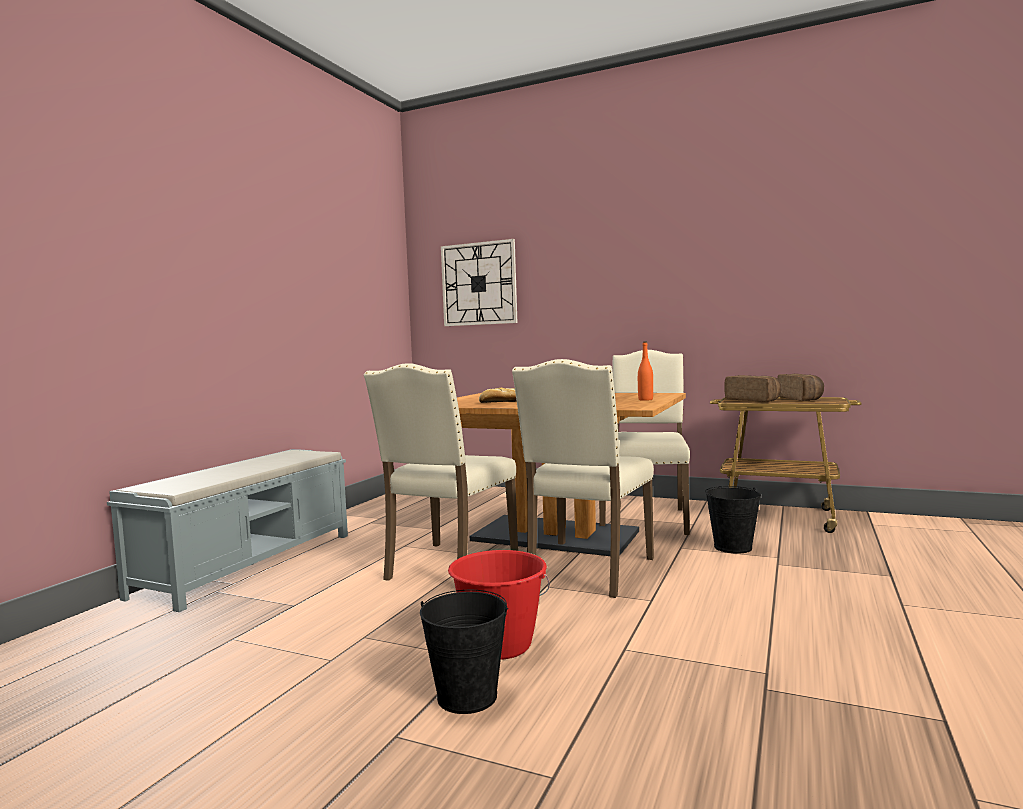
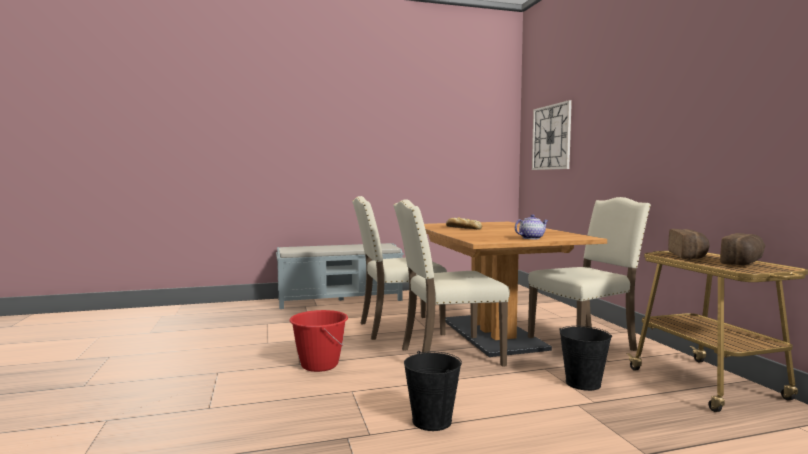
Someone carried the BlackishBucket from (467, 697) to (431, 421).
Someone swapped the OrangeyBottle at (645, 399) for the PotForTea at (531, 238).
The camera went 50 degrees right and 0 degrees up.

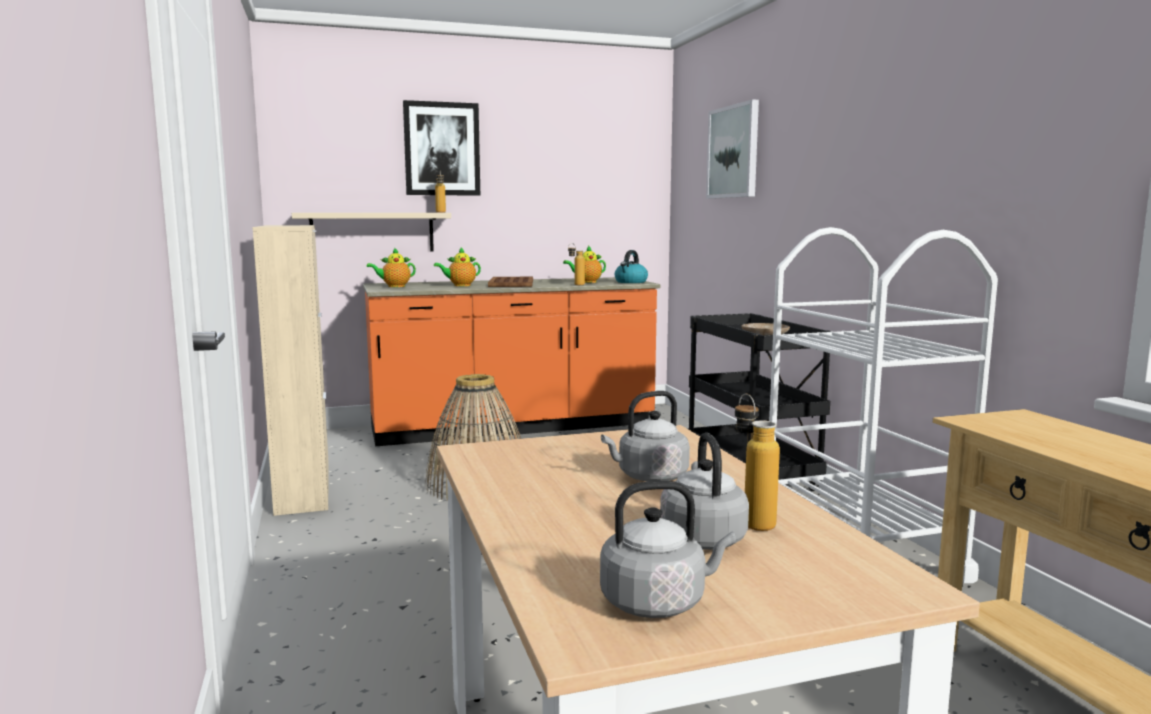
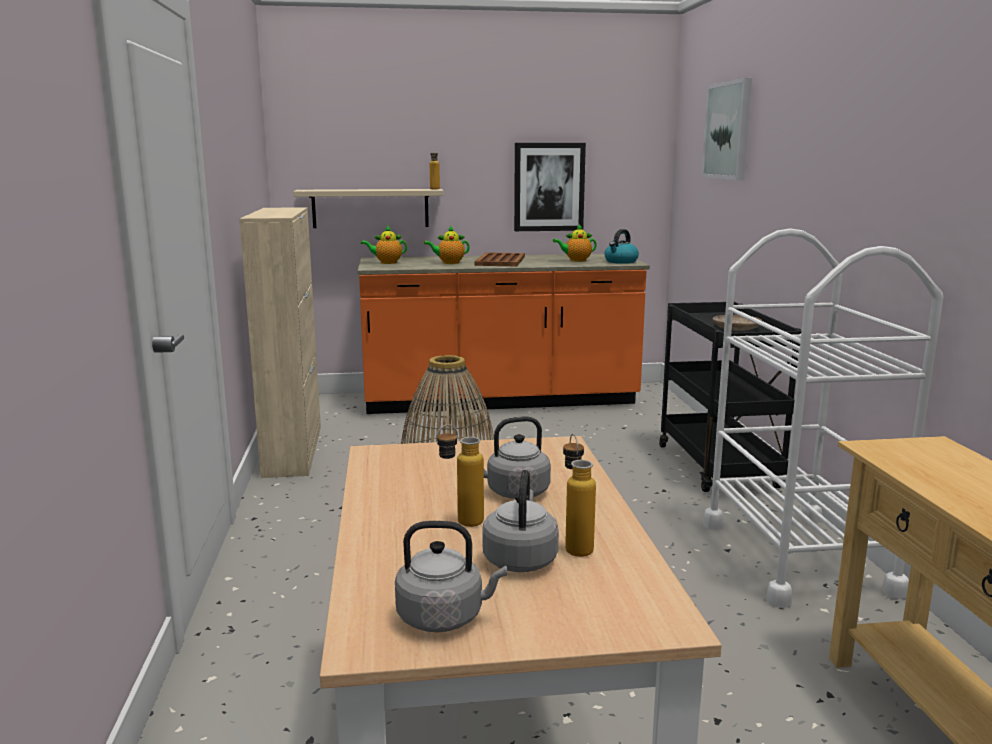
Someone carried the WallArt from (442, 149) to (549, 187).
Someone carried the Bottle from (576, 285) to (460, 524).
The camera went 10 degrees right and 5 degrees up.

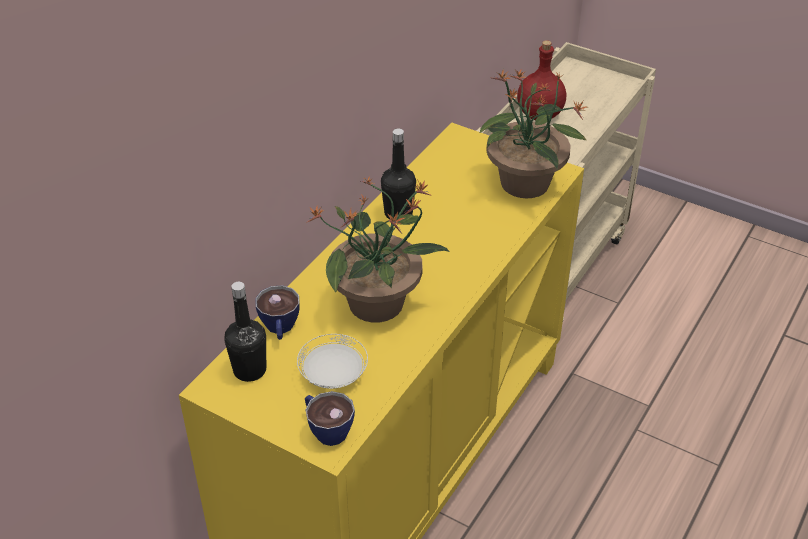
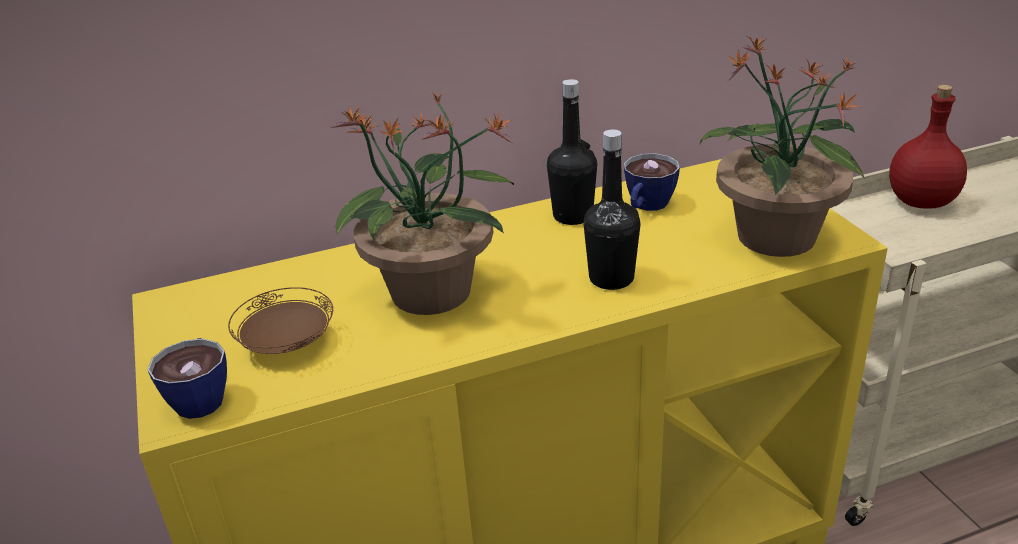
Someone carried the BlackishBottle from (250, 370) to (611, 278).
Someone carried the DrinkingCup from (280, 329) to (646, 206).
Someone repainted the WhiteColouredPlate at (333, 375), which became the BrownPlate at (286, 344).
The camera went 40 degrees right and 10 degrees down.

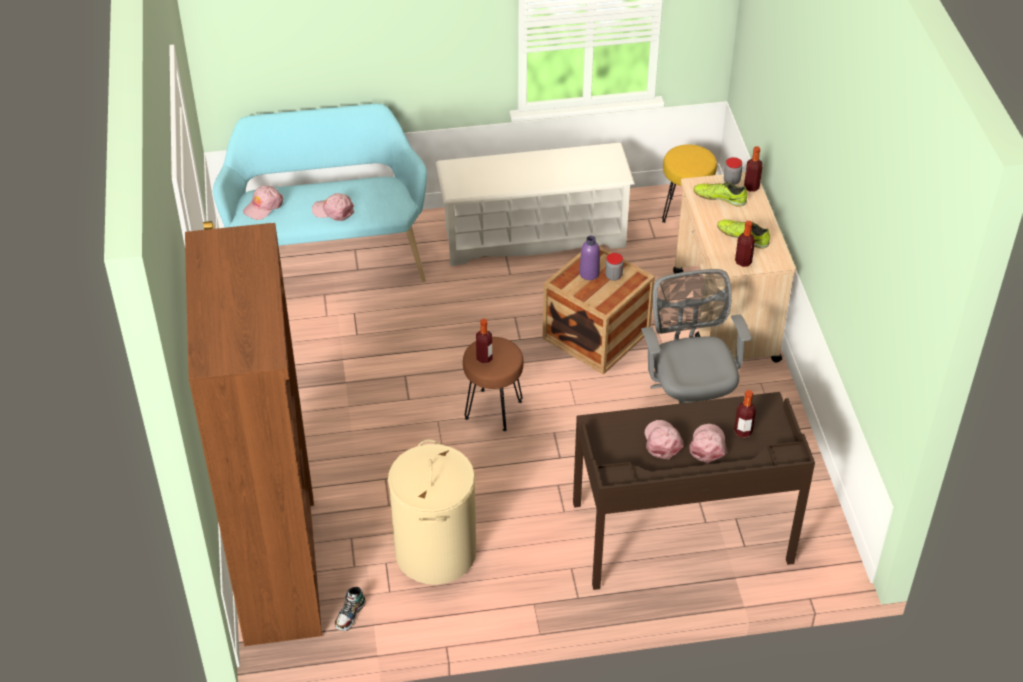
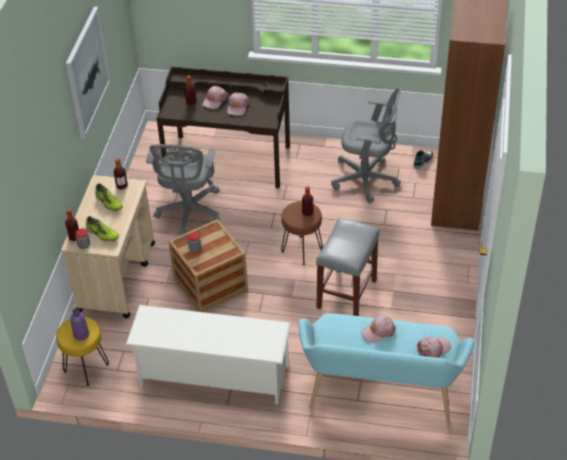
Someone rotated the PinkColouredBaseballCap at (333, 211) by 120 degrees clockwise.
Someone swapped the BeigeColouredLaundryBasket at (435, 552) for the GrayOfficeChair at (367, 180).
Someone carried the PurplishBottle from (589, 273) to (81, 334).
Someone put up the WallArt at (87, 72).
Someone put down the GrayStool at (347, 295).
The camera went 160 degrees left and 0 degrees up.

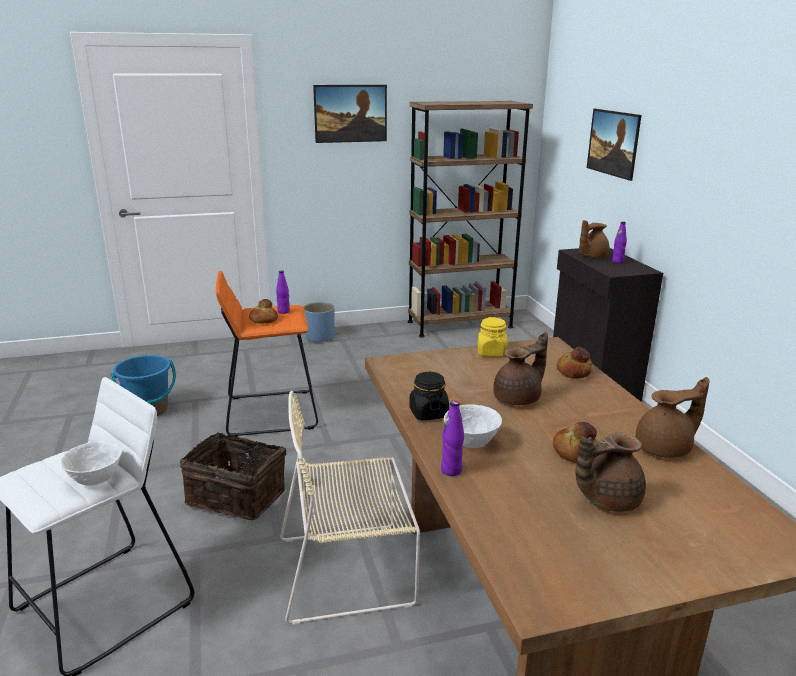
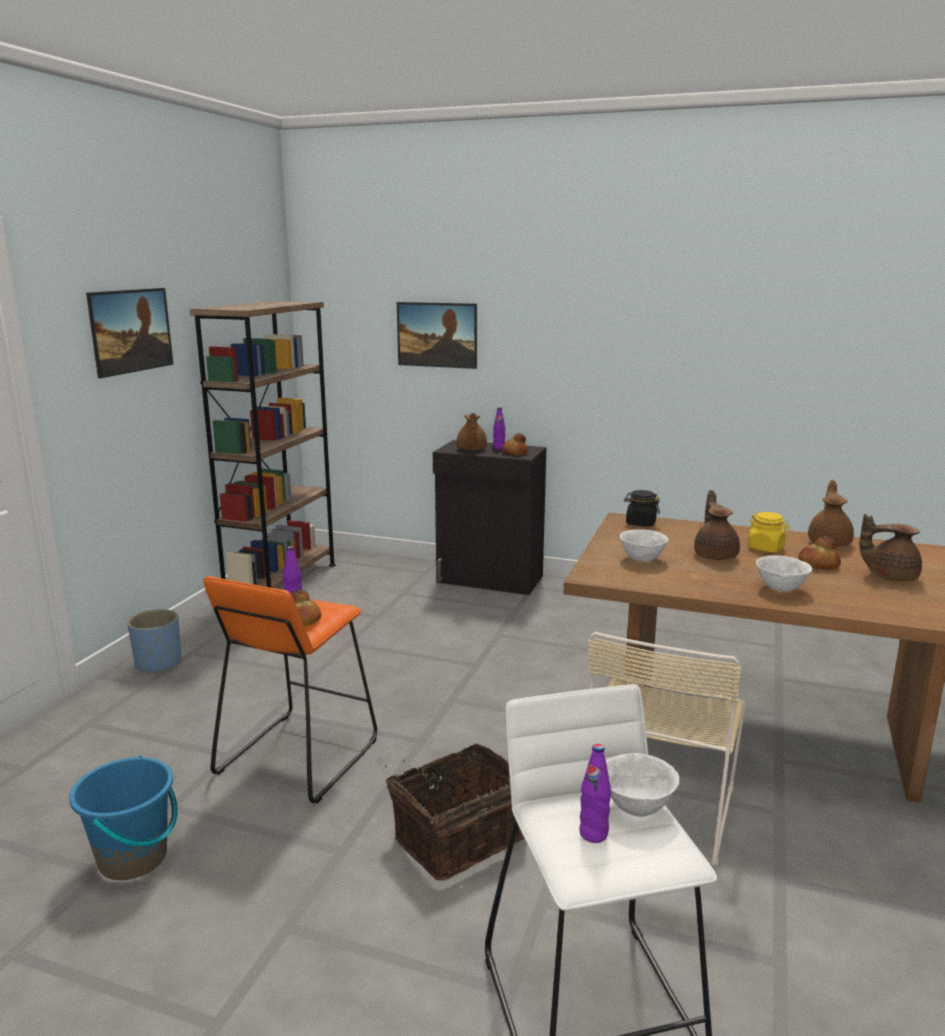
Someone carried the BlackishStorageJar from (428, 413) to (640, 523).
Someone carried the PurplishBottle from (451, 470) to (593, 834).
Someone carried the YellowishStorageJar from (491, 352) to (766, 548).
Someone carried the BakedBread from (574, 371) to (515, 453).
Someone rotated the BrownPotForTea at (606, 499) by 90 degrees clockwise.
Someone put down the WhiteColouredServingBowl at (642, 559).
The camera went 55 degrees left and 5 degrees down.

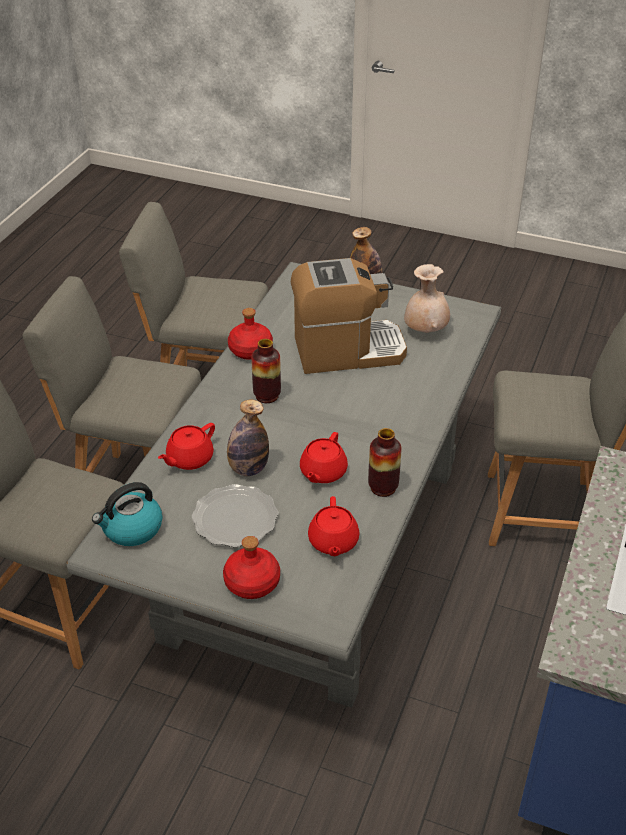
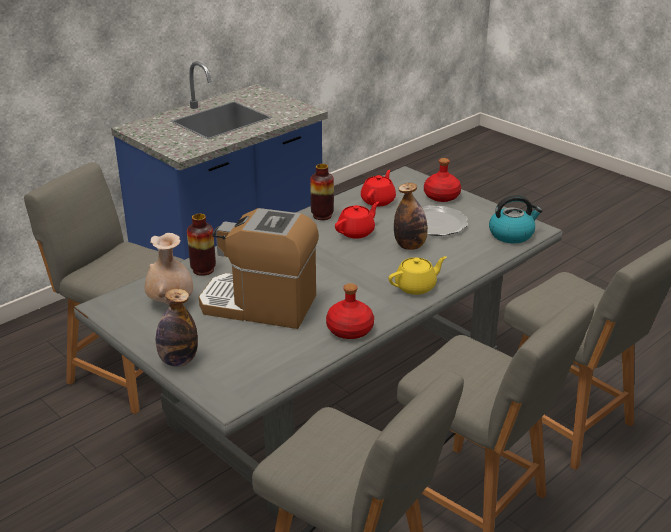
Someone took away the RedColouredPotForTea at (189, 459).
Someone carried the FlowerVase from (267, 396) to (203, 270).
Someone put down the YellowishPotForTea at (416, 287).
The camera went 155 degrees left and 10 degrees down.

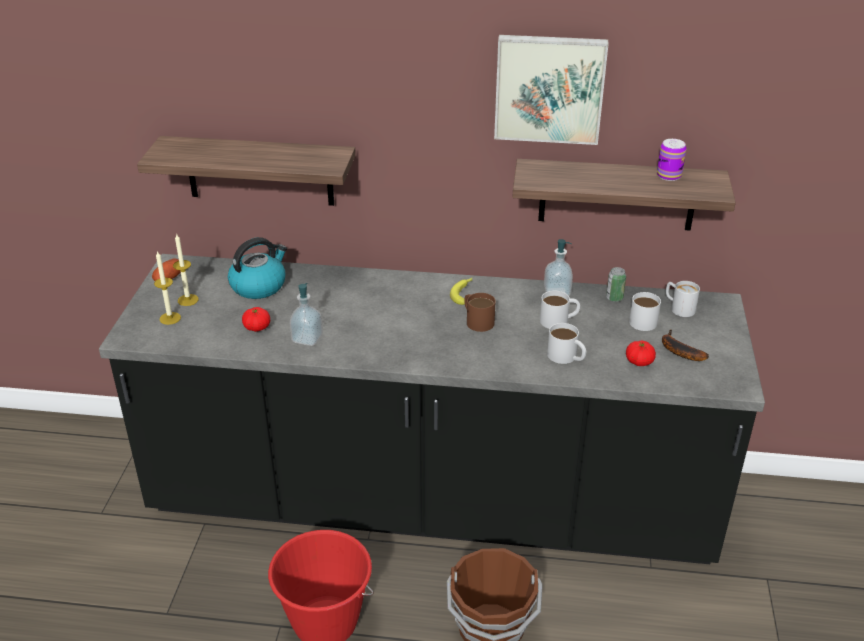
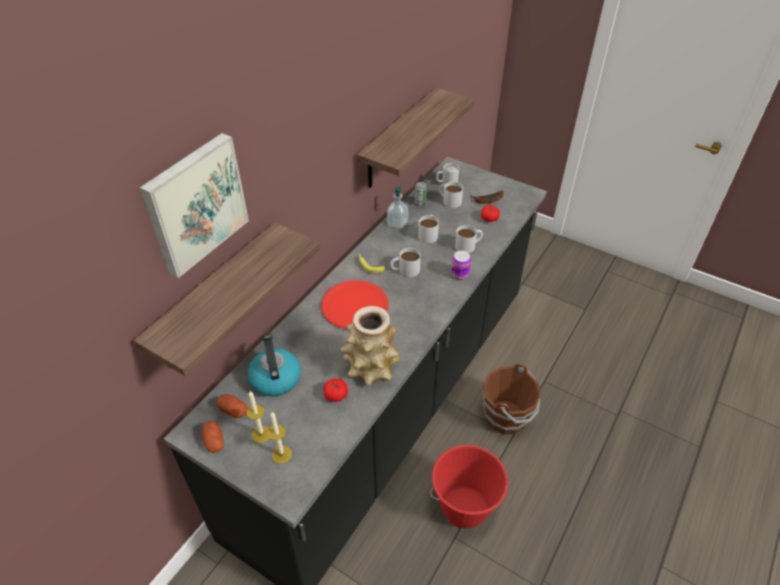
Someone swapped the LiquidSoapBottle at (307, 339) for the FlowerVase at (371, 367).
Someone repainted the BrownCoffeeMug at (477, 320), which became the WhiteColouredCoffeeMug at (405, 270).
Someone carried the WallArt from (549, 88) to (194, 203).
Someone carried the MetalCan from (669, 175) to (460, 274).
Someone put down the Spud at (233, 410).
Someone put down the RedColouredPlate at (355, 306).
The camera went 65 degrees left and 10 degrees up.

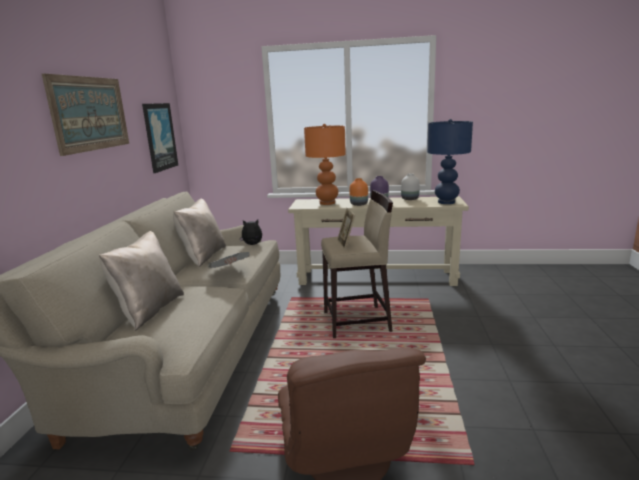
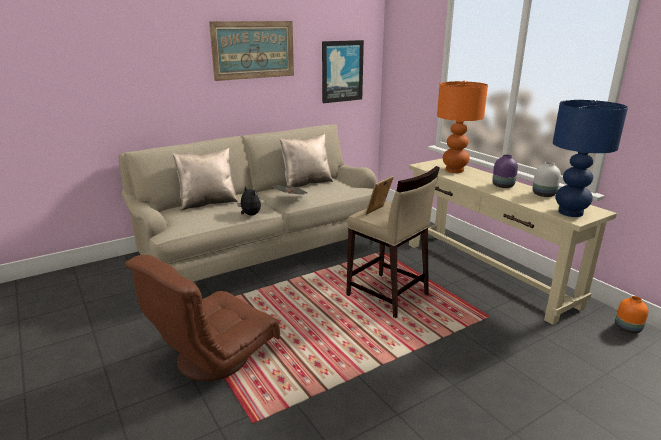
Someone carried the CuddlyToy from (252, 245) to (250, 215).
Someone carried the OrangeyFlowerVase from (358, 204) to (627, 328).
The camera went 50 degrees right and 5 degrees up.

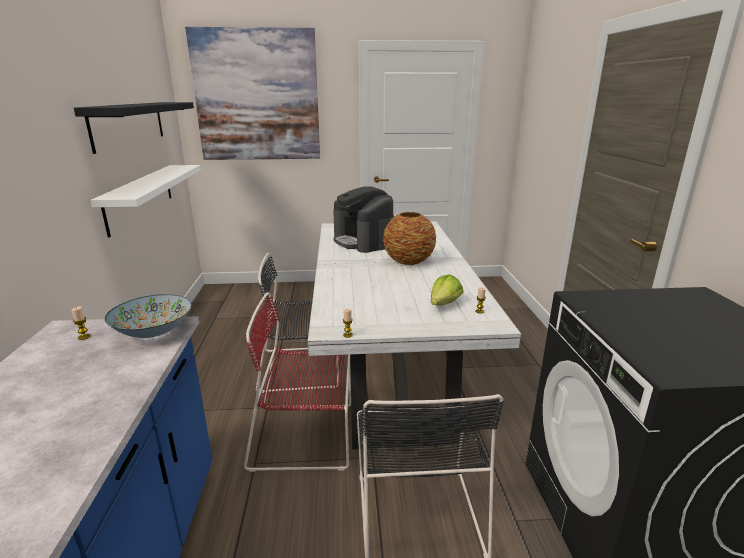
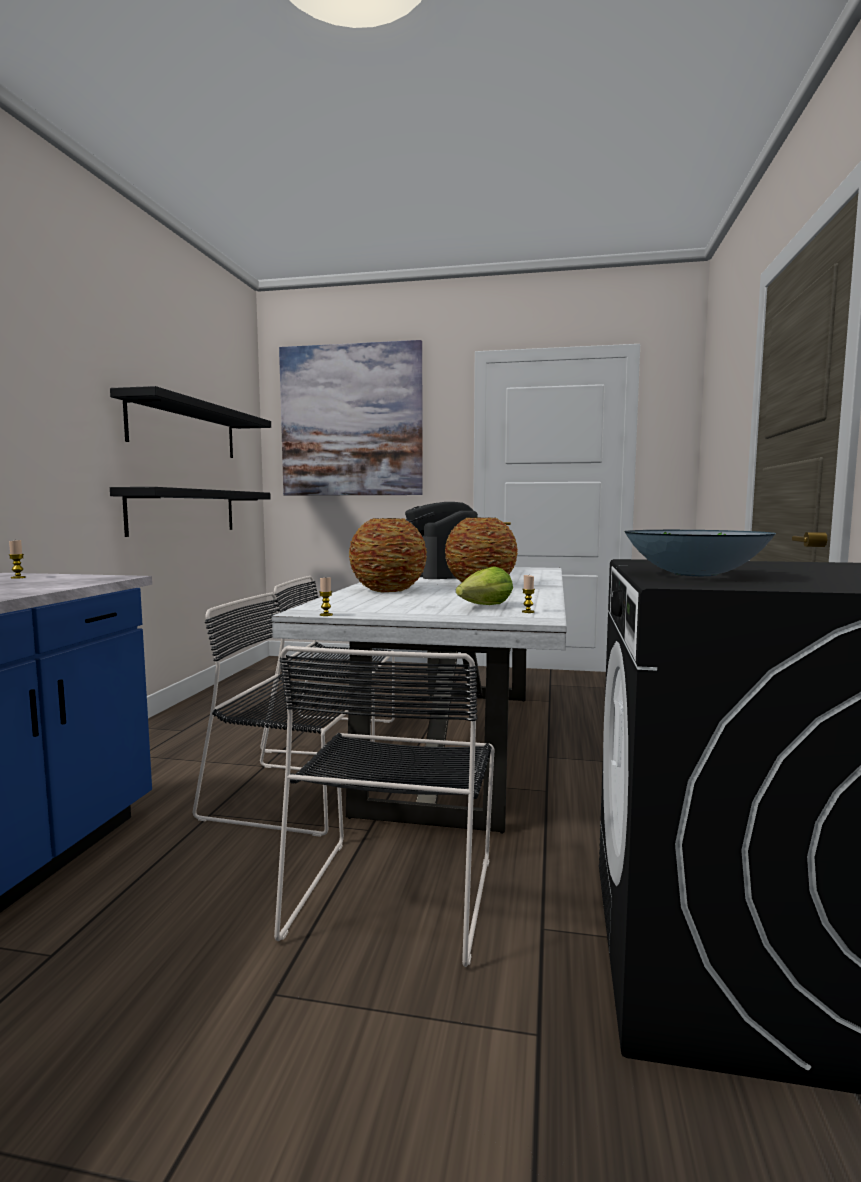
Someone repainted the WhiteColouredBracketShelf at (140, 197), which became the BlackishBracketShelf at (184, 511).
Someone carried the ServingBowl from (153, 332) to (695, 574).
Someone repainted the RedColouredChair at (307, 435), which became the BlackishChair at (296, 797).
Someone put down the FlowerVase at (388, 590).
The camera went 15 degrees right and 15 degrees down.

